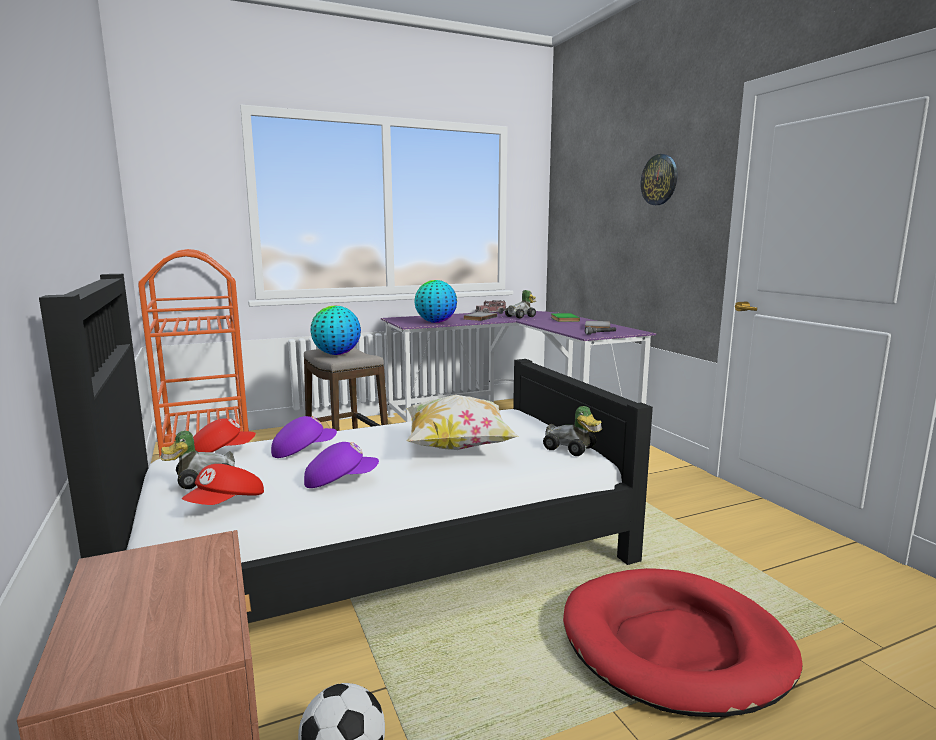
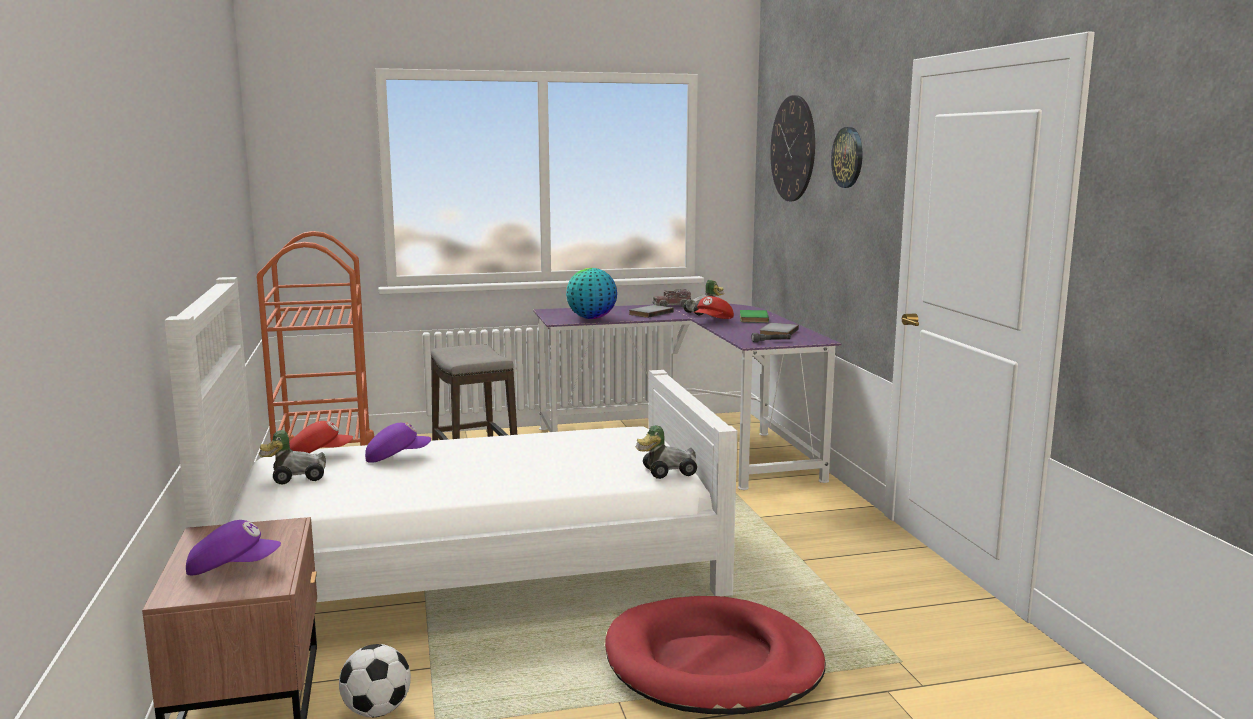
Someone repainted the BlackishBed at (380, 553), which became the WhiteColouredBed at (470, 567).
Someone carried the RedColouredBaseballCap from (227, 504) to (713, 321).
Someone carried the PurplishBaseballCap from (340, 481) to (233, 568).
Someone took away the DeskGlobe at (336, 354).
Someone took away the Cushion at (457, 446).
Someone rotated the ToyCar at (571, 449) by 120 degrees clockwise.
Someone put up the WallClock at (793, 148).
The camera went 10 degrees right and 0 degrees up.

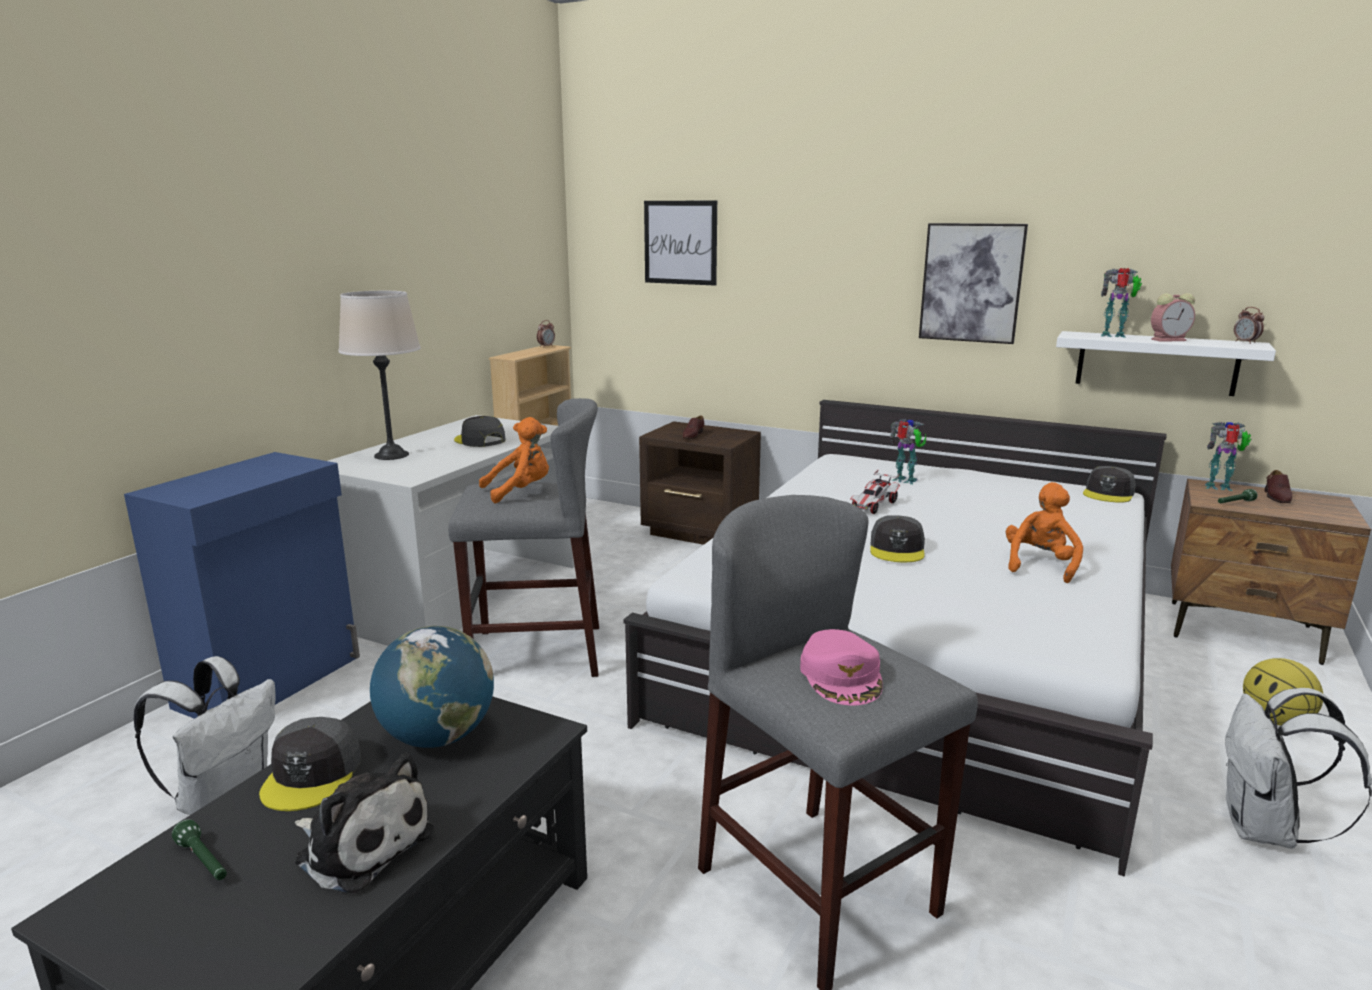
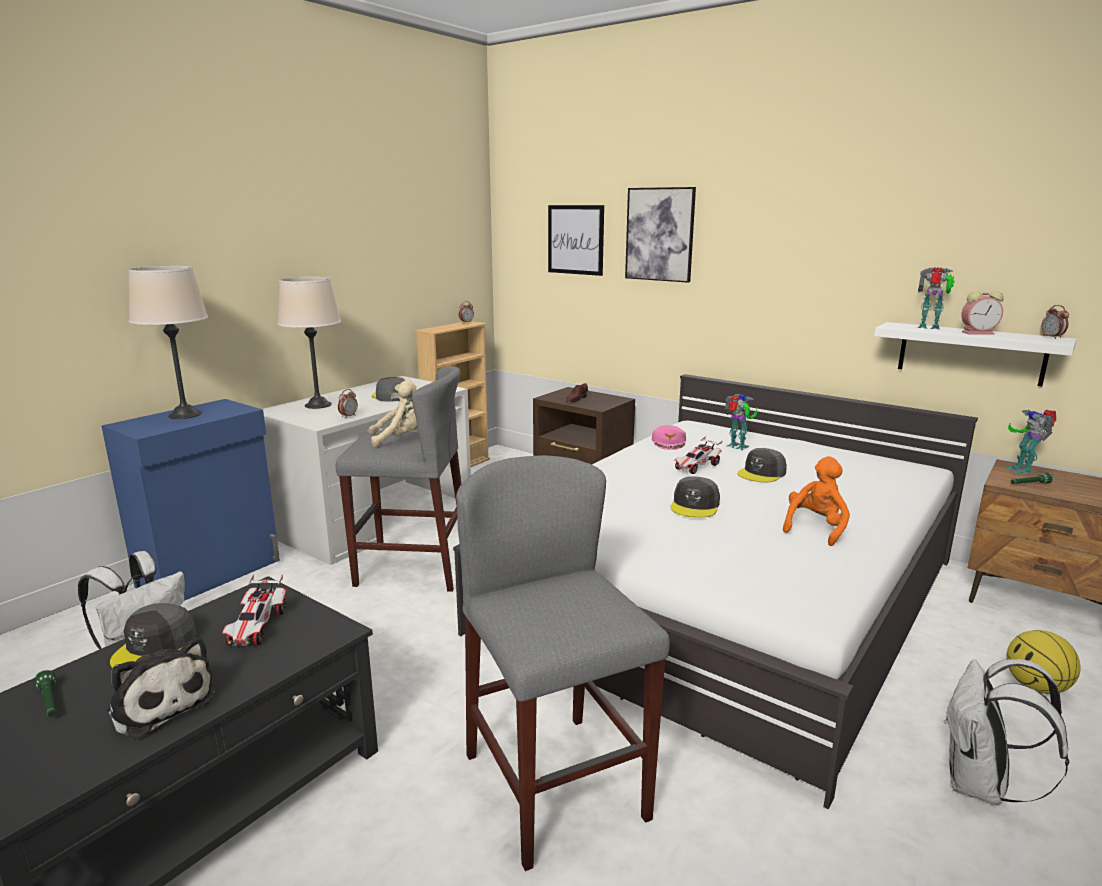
Someone swapped the DeskGlobe at (438, 737) for the ToyCar at (257, 627).
Someone repainted the OrangeyCuddlyToy at (520, 491), which became the BeigeColouredCuddlyToy at (400, 439).
Someone carried the PinkColouredBaseballCap from (842, 676) to (669, 442).
Someone carried the WallArt from (971, 283) to (659, 234).
Someone carried the GrayBaseballCap from (1108, 493) to (762, 473).
Someone rotated the ModelRobot at (1219, 488) by 120 degrees counterclockwise.
Someone took away the BrownLowShoe at (1276, 497).
Someone put down the BeigeColouredTabletopLamp at (184, 415).
Someone put down the BedsideClock at (348, 416).
The camera went 10 degrees right and 0 degrees up.

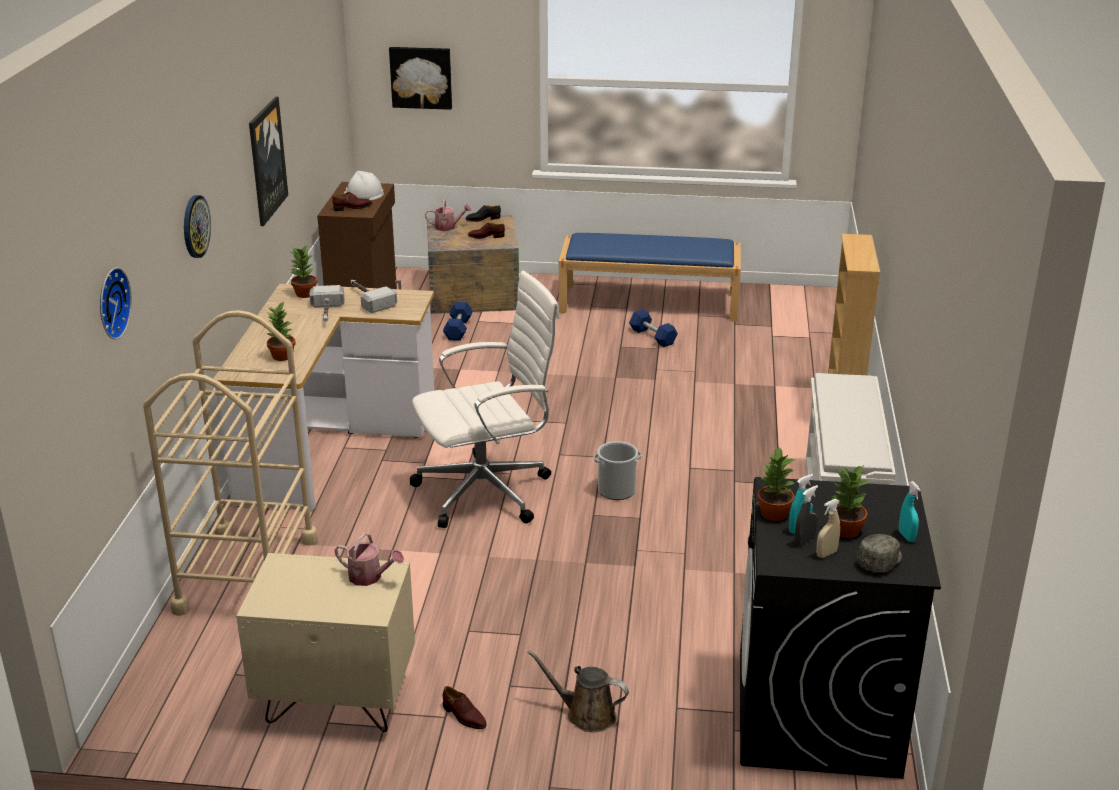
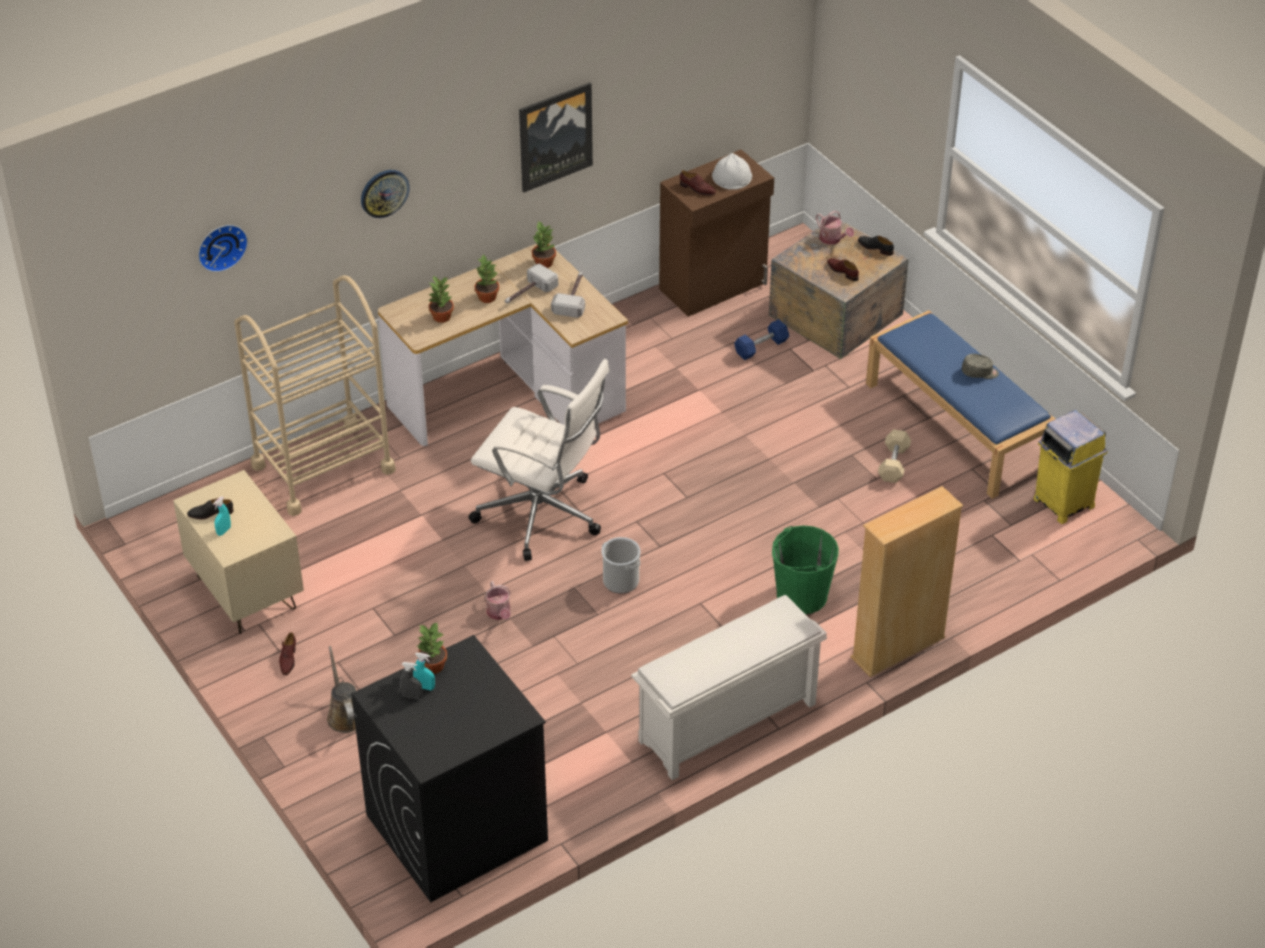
Someone carried the WateringPot from (369, 577) to (499, 613).
Someone took away the WallArt at (421, 77).
Someone repainted the BlueDumbbell at (652, 336), which became the BeigeColouredDumbbell at (893, 464).
Someone took away the BeigeColouredSprayBottle at (826, 554).
Someone carried the PottedPlant from (845, 530) to (487, 297).
Someone carried the GrayBaseballCap from (880, 561) to (980, 372).
Someone carried the TurquoiseSprayBottle from (906, 536) to (224, 531).
Someone put down the BlackishLowShoe at (210, 513).
Someone put down the GreenishBucket at (801, 595).
Someone put down the YellowishTrashCan at (1063, 502).
The camera went 50 degrees right and 15 degrees up.

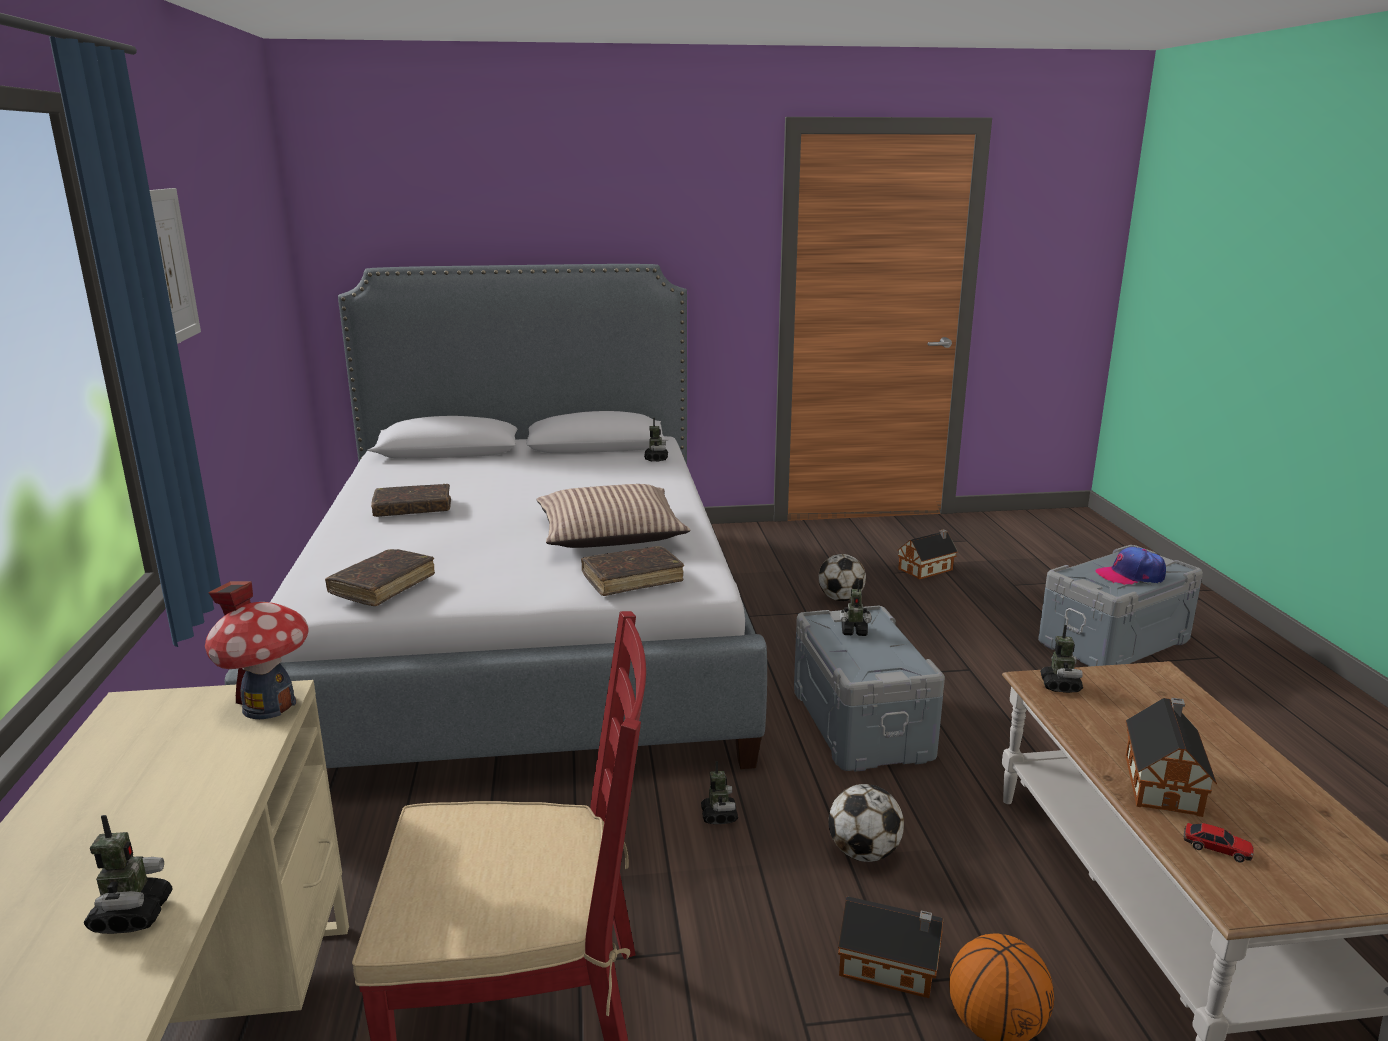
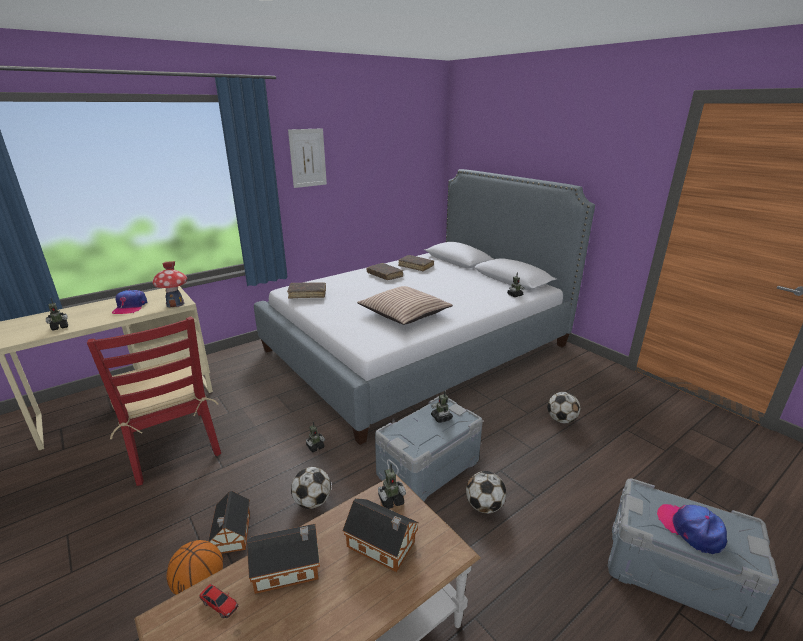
Someone carried the BrownBoundBook from (632, 579) to (416, 266).
Someone carried the ToyHouse from (927, 569) to (383, 546).
Someone rotated the ToyCar at (1216, 848) by 60 degrees counterclockwise.
Someone put down the BaseballCap at (130, 307).
Someone put down the BallForFootball at (484, 506).
The camera went 60 degrees right and 5 degrees up.

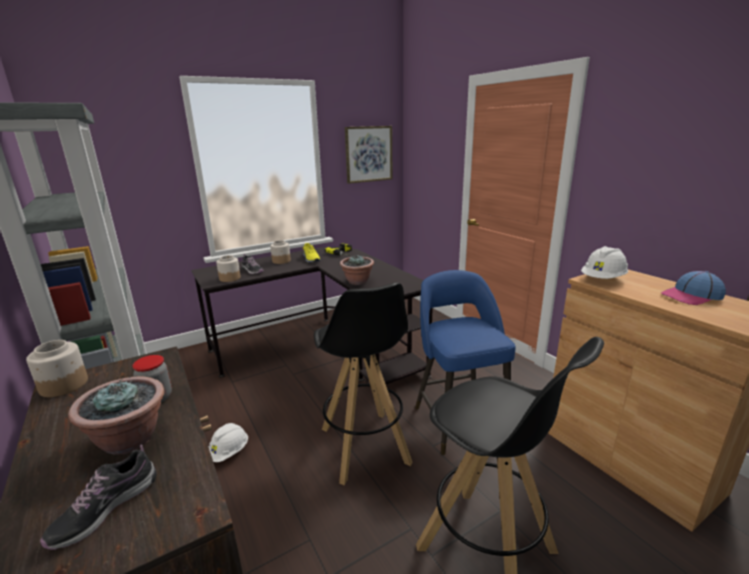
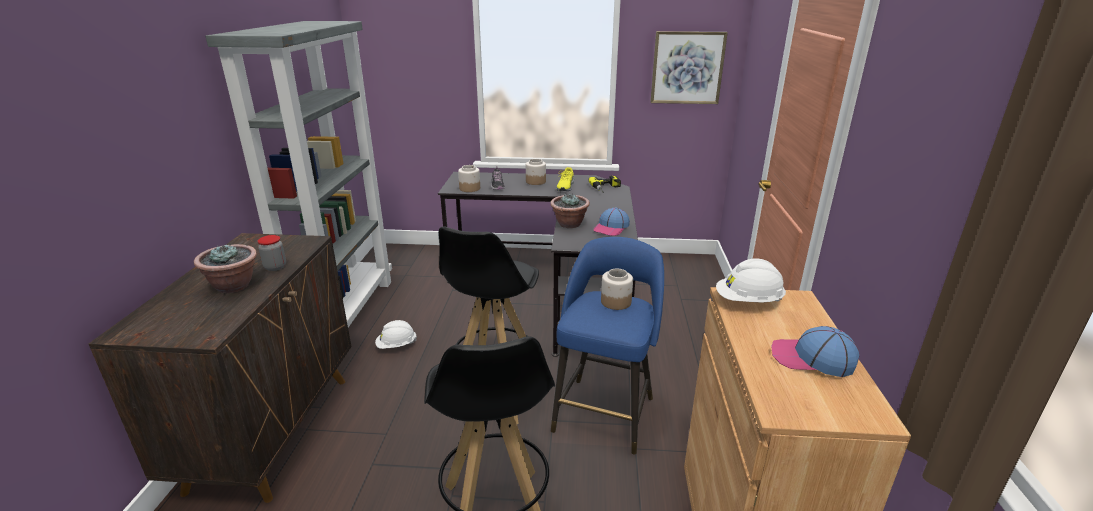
Someone carried the StorageJar from (63, 385) to (615, 302).
Someone took away the LowShoe at (105, 509).
Someone put down the BaseballCap at (611, 228).
The camera went 35 degrees right and 5 degrees up.

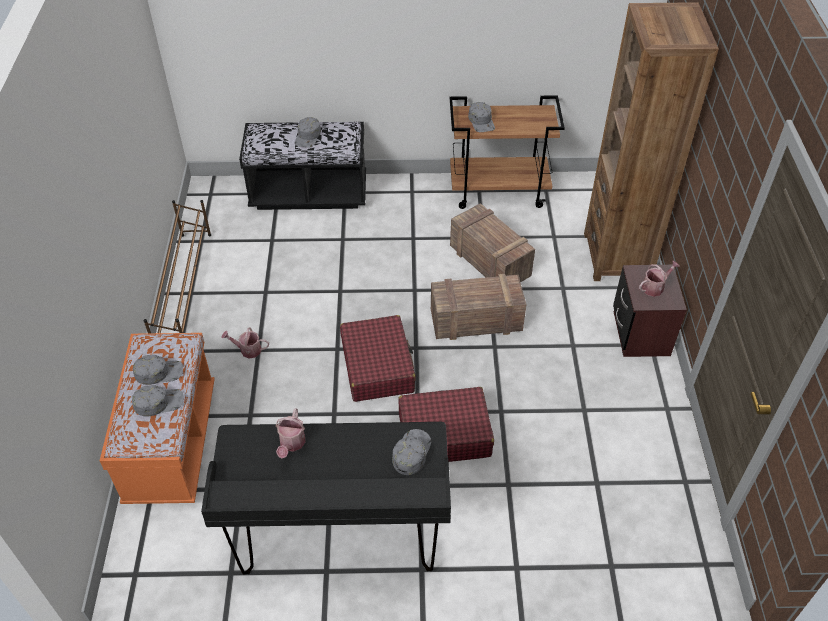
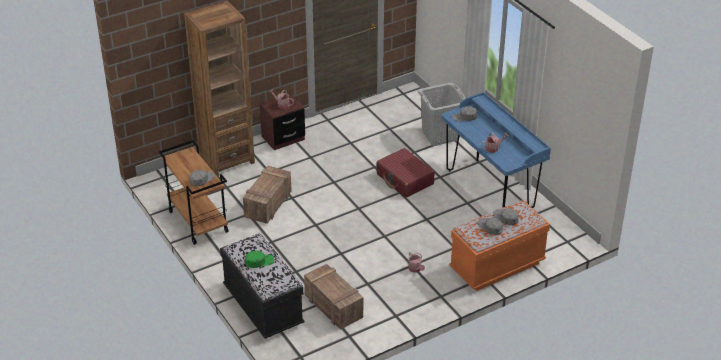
Someone took away the BrownShoeShelf at (185, 290).
Someone repainted the BlackishDeskUnit at (339, 540), which became the BlueDeskUnit at (490, 189).
Someone repainted the GrayBaseballCap at (308, 136), which became the GreenishBaseballCap at (259, 261).
Someone took away the RedColouredSuitcase at (377, 366).
Someone carried the PackingCrate from (474, 321) to (334, 307).
Someone put down the GrayLaundryBasket at (440, 136).
The camera went 120 degrees left and 10 degrees down.

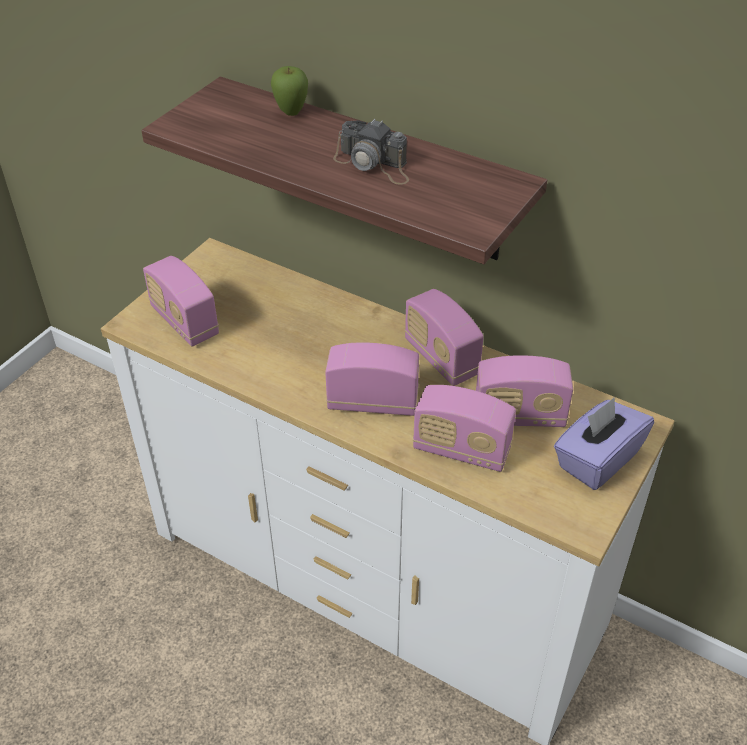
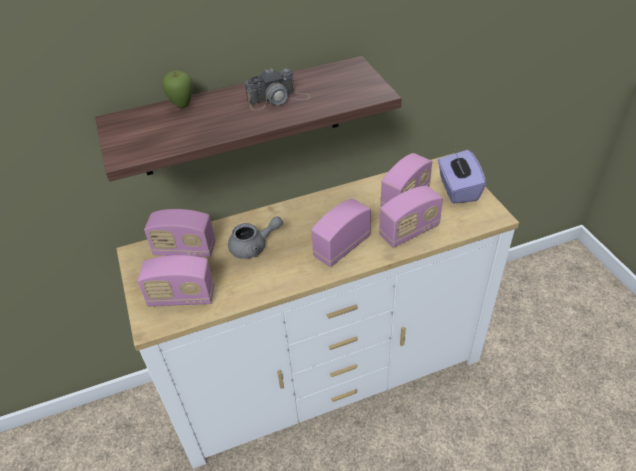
Someone carried the Radio from (441, 358) to (185, 250).
Someone put down the GrayPotForTea at (254, 247).
The camera went 50 degrees left and 0 degrees up.

